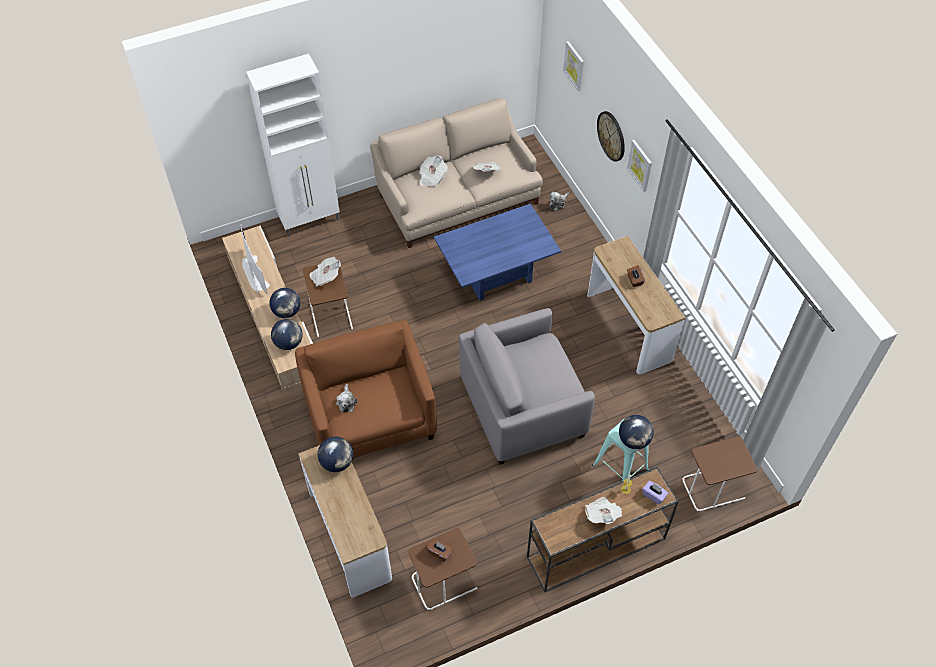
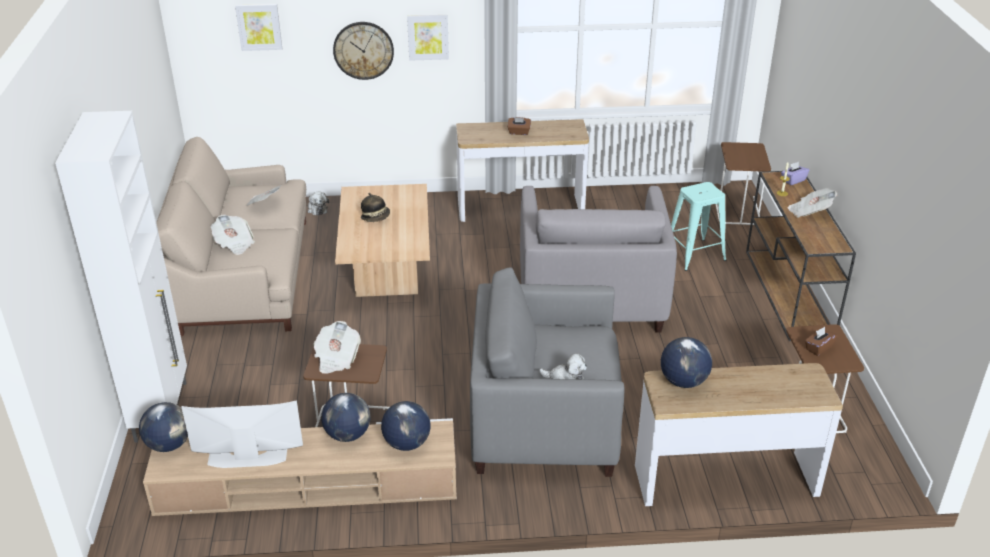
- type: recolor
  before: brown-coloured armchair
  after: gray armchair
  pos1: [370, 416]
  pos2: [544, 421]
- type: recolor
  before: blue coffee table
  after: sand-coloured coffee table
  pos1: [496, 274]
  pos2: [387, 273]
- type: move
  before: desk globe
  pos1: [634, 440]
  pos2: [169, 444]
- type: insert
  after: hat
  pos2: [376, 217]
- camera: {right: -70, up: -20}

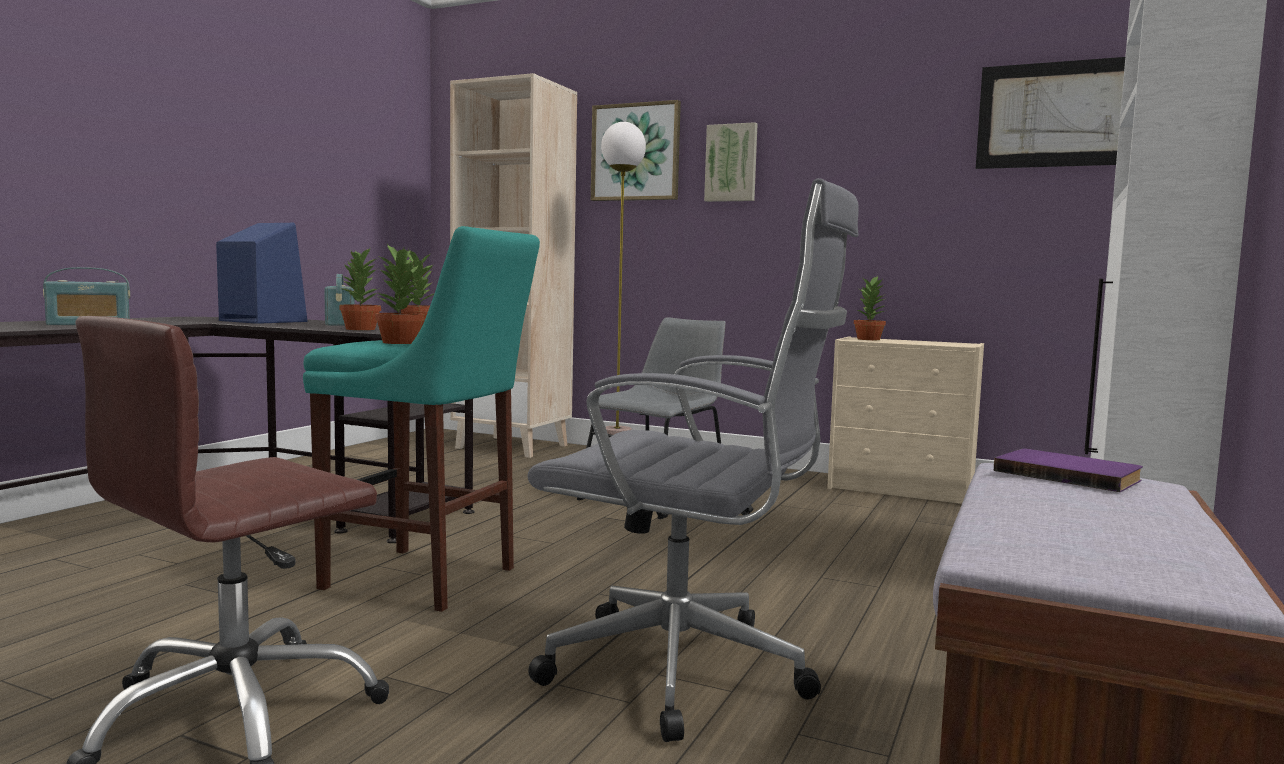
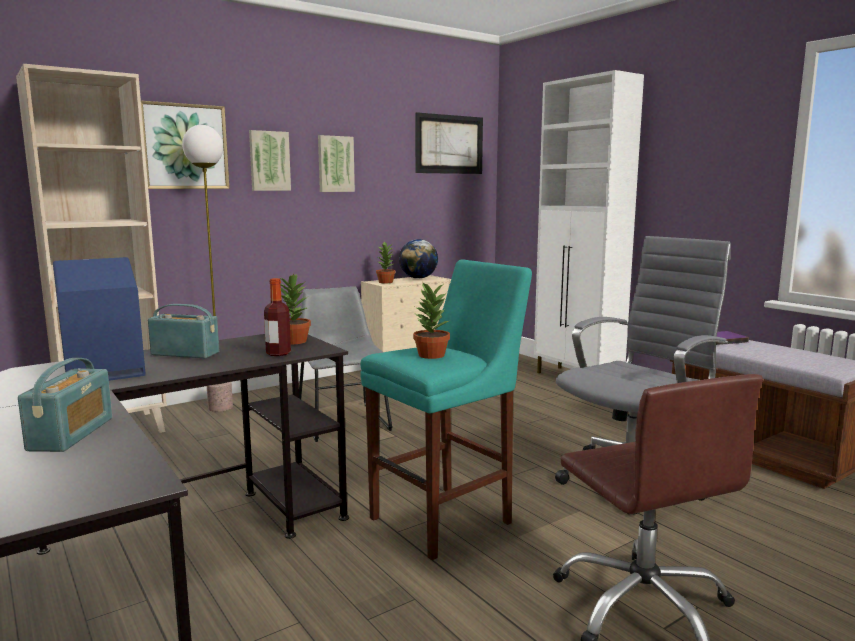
- type: replace
  before: plant in a pot
  after: bottle
  pos1: [360, 329]
  pos2: [278, 353]
- type: insert
  after: wall art
  pos2: [335, 164]
- type: insert
  after: desk globe
  pos2: [418, 278]
- camera: {right: -60, up: 5}

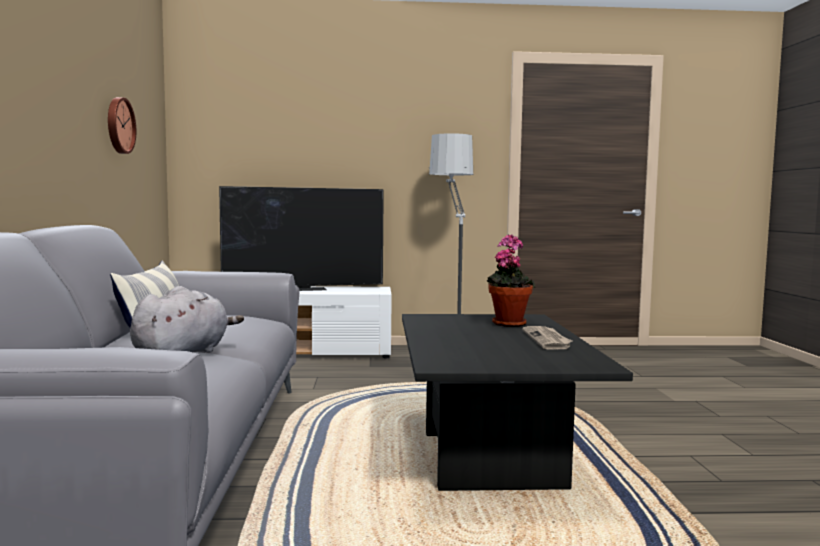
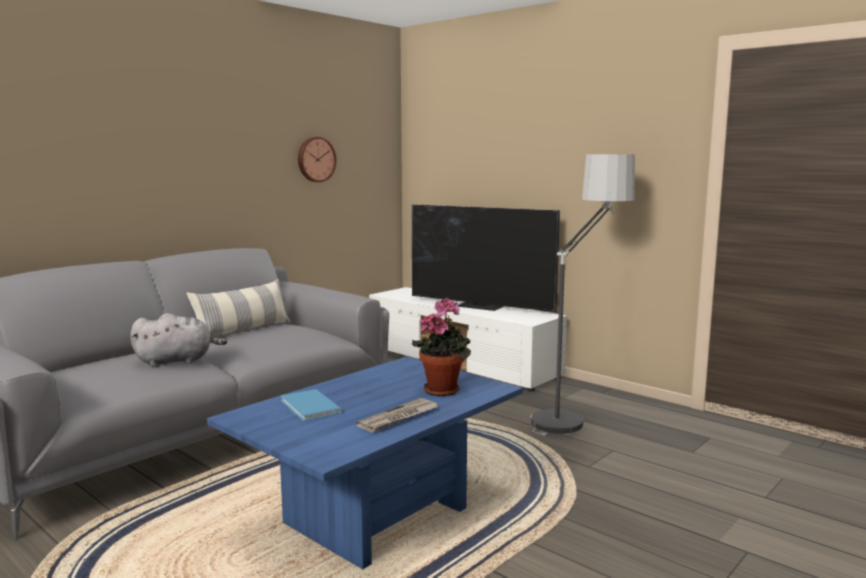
- type: recolor
  before: black-coloured coffee table
  after: blue coffee table
  pos1: [490, 459]
  pos2: [376, 516]
- type: insert
  after: blue bound book
  pos2: [309, 407]
- camera: {right: 45, up: 5}

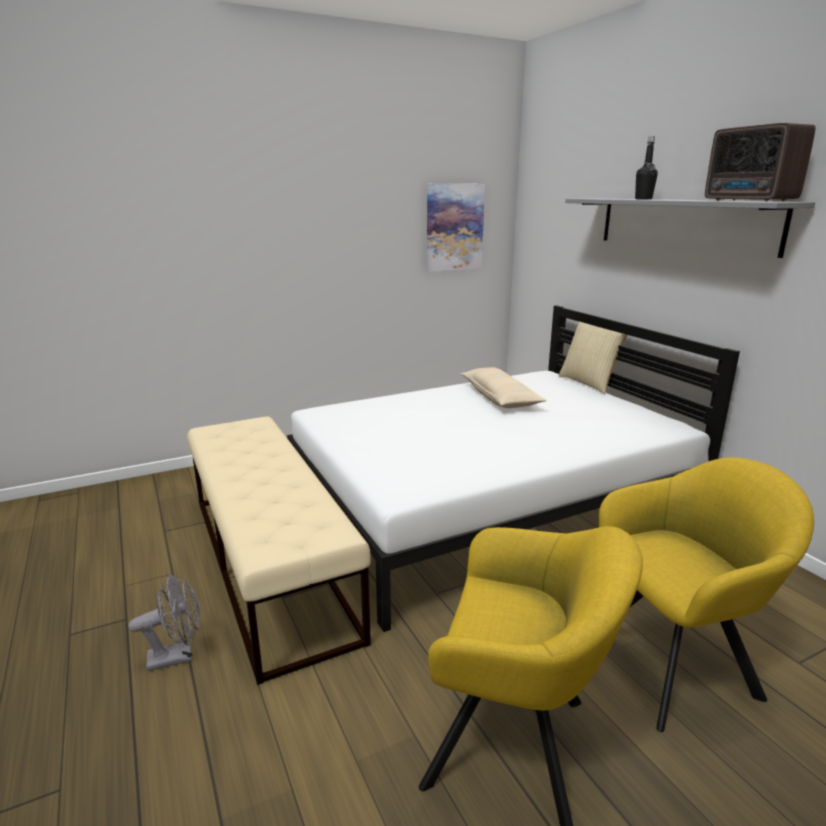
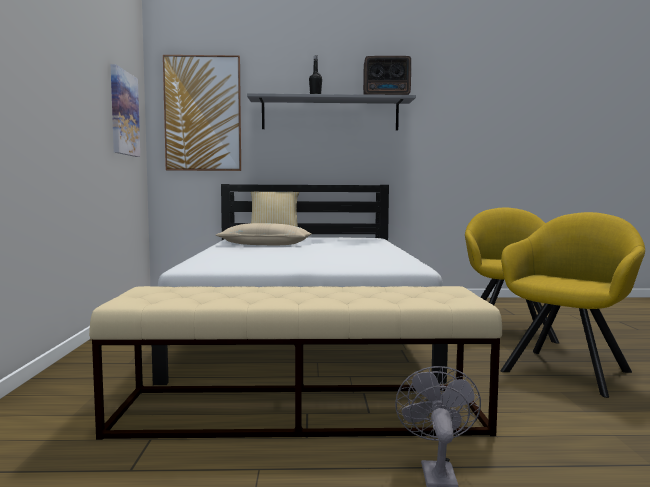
- type: insert
  after: wall art
  pos2: [203, 114]
- camera: {right: -65, up: -15}

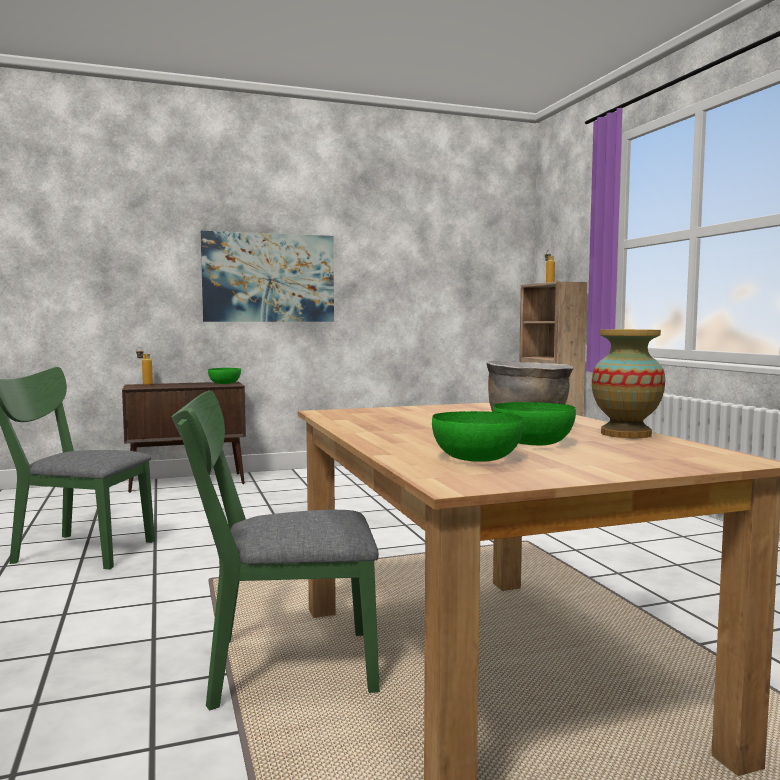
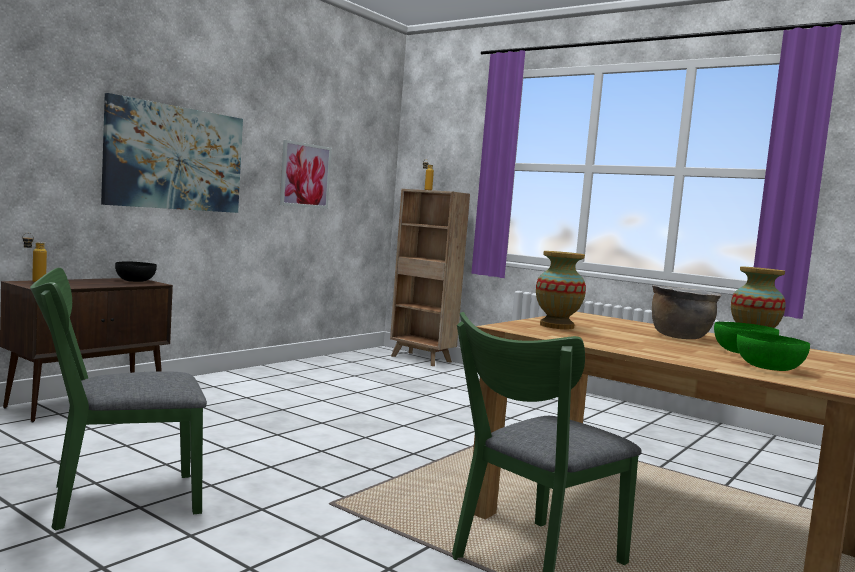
- type: recolor
  before: green bowl
  after: black-coloured bowl
  pos1: [225, 383]
  pos2: [135, 281]
- type: insert
  after: wall art
  pos2: [305, 175]
- type: insert
  after: vase
  pos2: [556, 326]
- camera: {right: -35, up: 0}

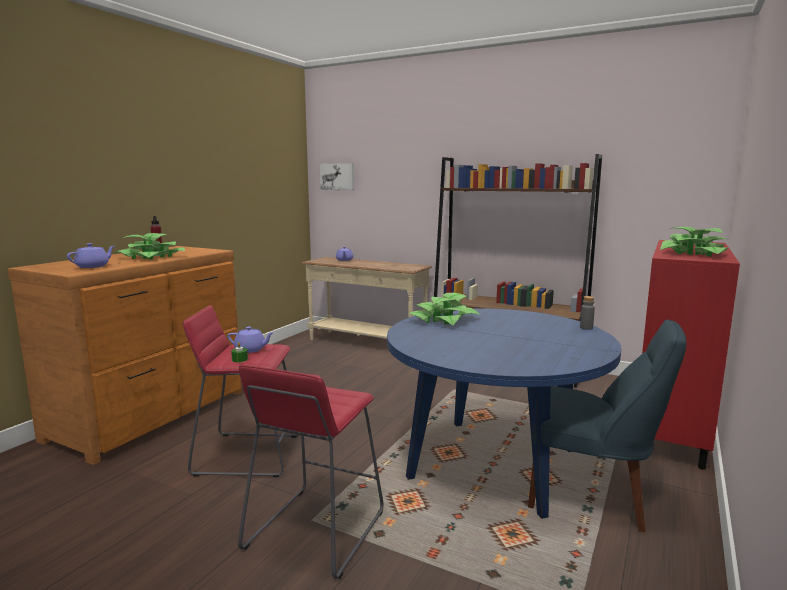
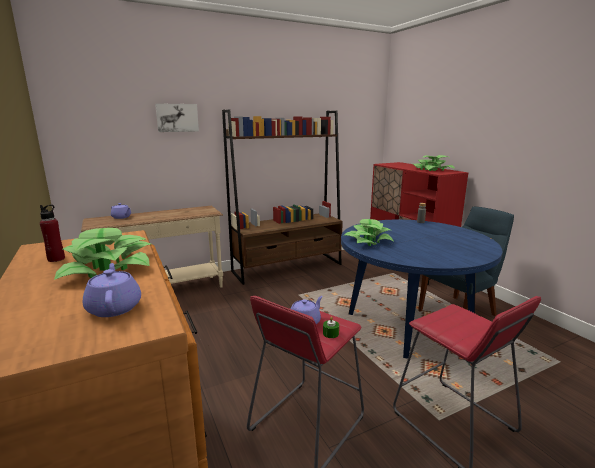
- type: move
  before: wall art
  pos1: [337, 176]
  pos2: [177, 117]
- camera: {right: -55, up: 5}

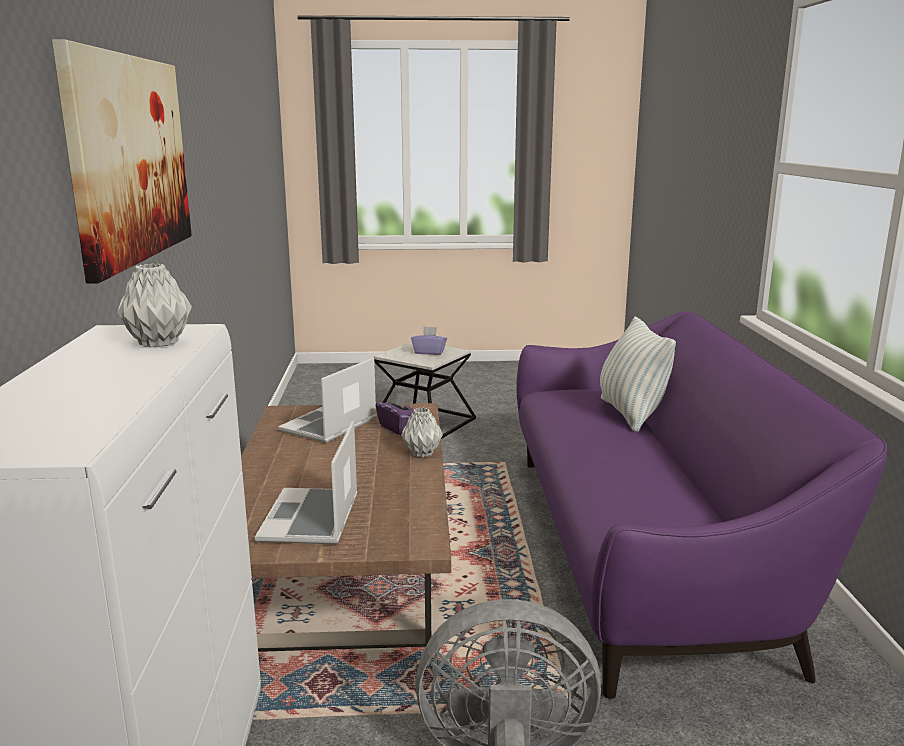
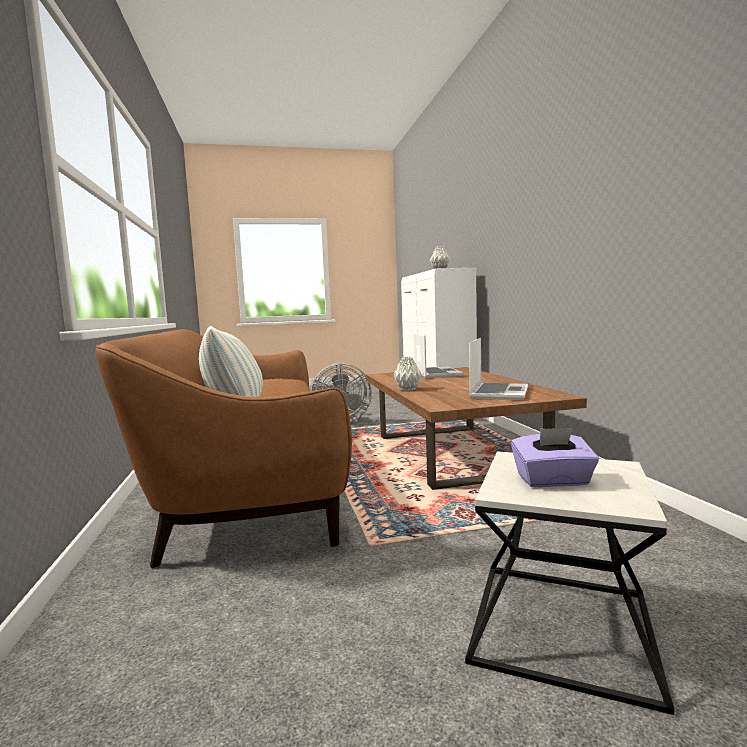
- type: delete
  before: wall art
  pos1: [130, 159]
- type: delete
  before: purple-coloured tissue box
  pos1: [399, 428]
- type: recolor
  before: purple-coloured couch
  after: brown-coloured couch
  pos1: [644, 550]
  pos2: [248, 480]
- camera: {right: 170, up: -10}

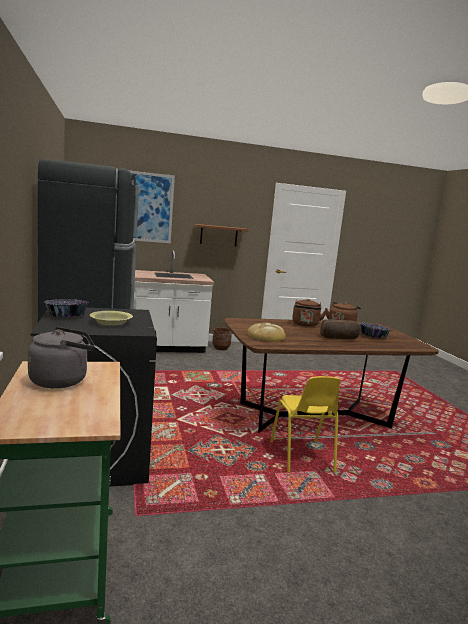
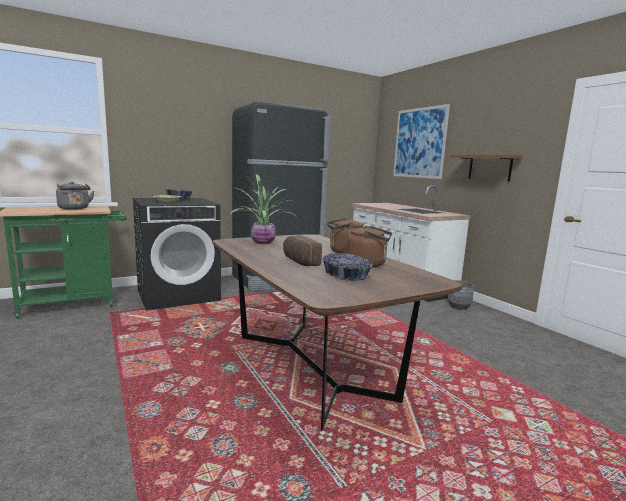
- type: recolor
  before: brown-coloured plant pot
  after: gray plant pot
  pos1: [221, 348]
  pos2: [458, 306]
- type: replace
  before: bread
  after: plant in a pot
  pos1: [266, 336]
  pos2: [262, 242]
- type: delete
  before: yellow upright chair
  pos1: [301, 457]
- camera: {right: 75, up: 0}

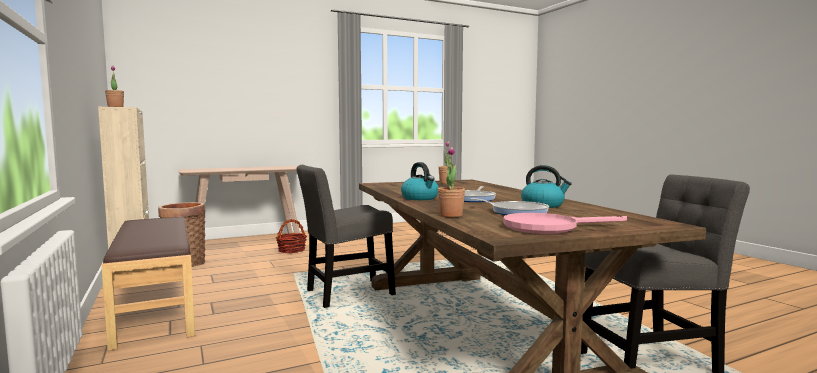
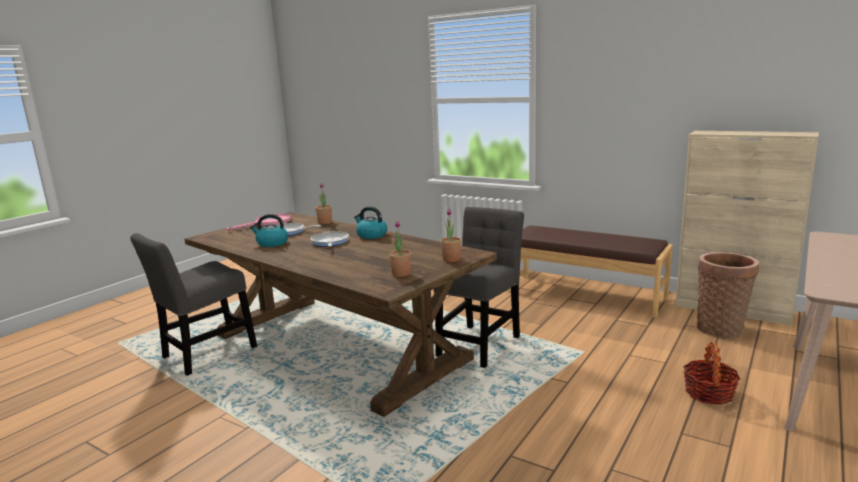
- type: move
  before: plant in a pot
  pos1: [115, 107]
  pos2: [451, 259]
- camera: {right: 150, up: 10}

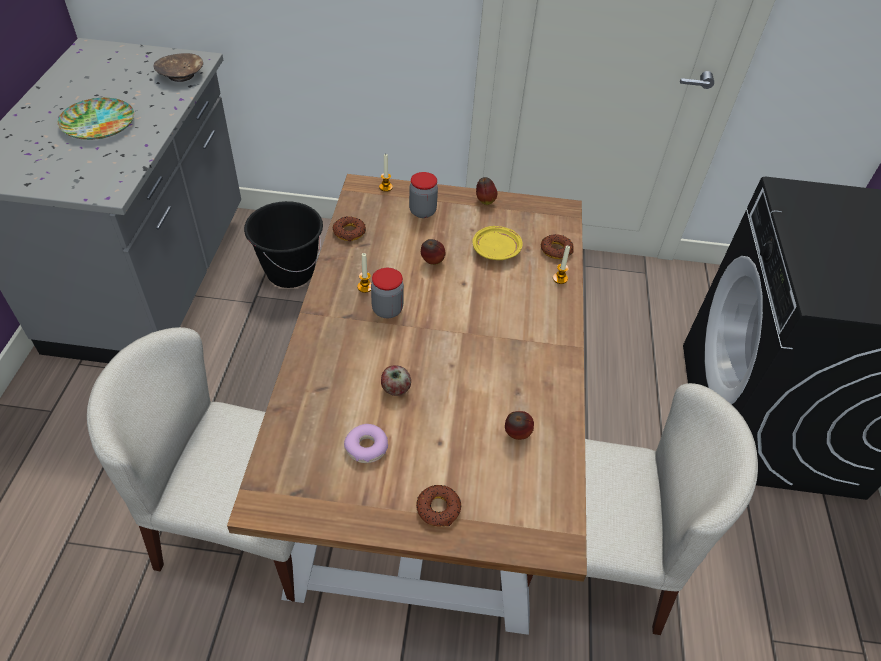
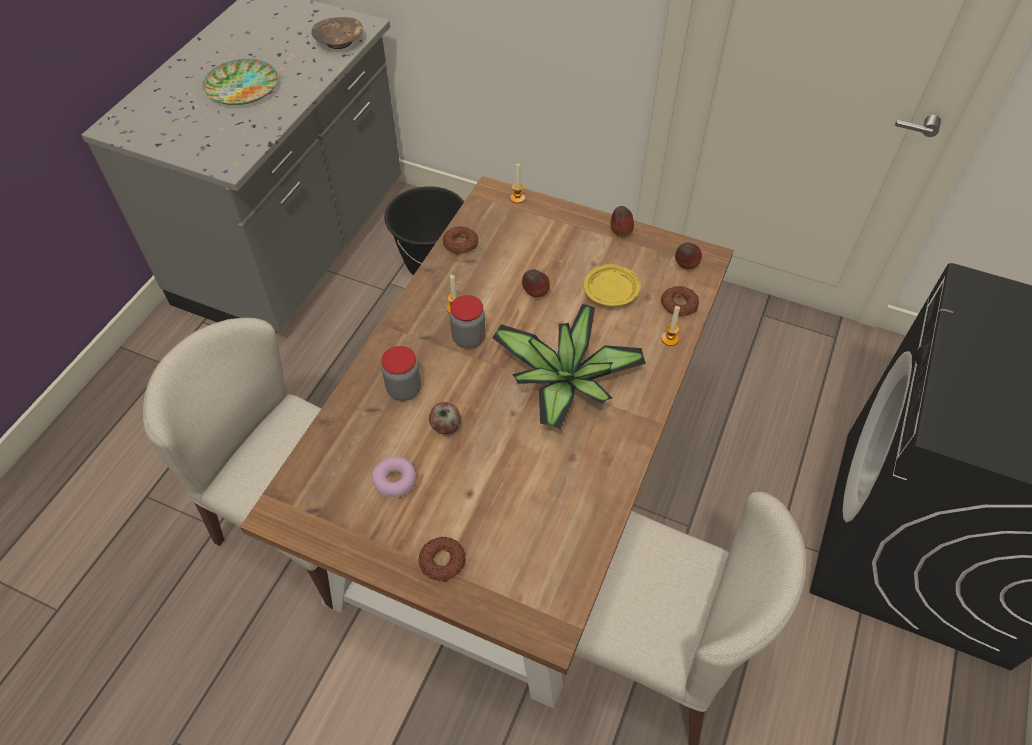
- type: move
  before: preserve jar
  pos1: [422, 211]
  pos2: [404, 389]
- type: move
  before: apple
  pos1: [516, 434]
  pos2: [685, 266]
- type: insert
  after: plant in a pot
  pos2: [565, 383]
- camera: {right: 20, up: 5}

